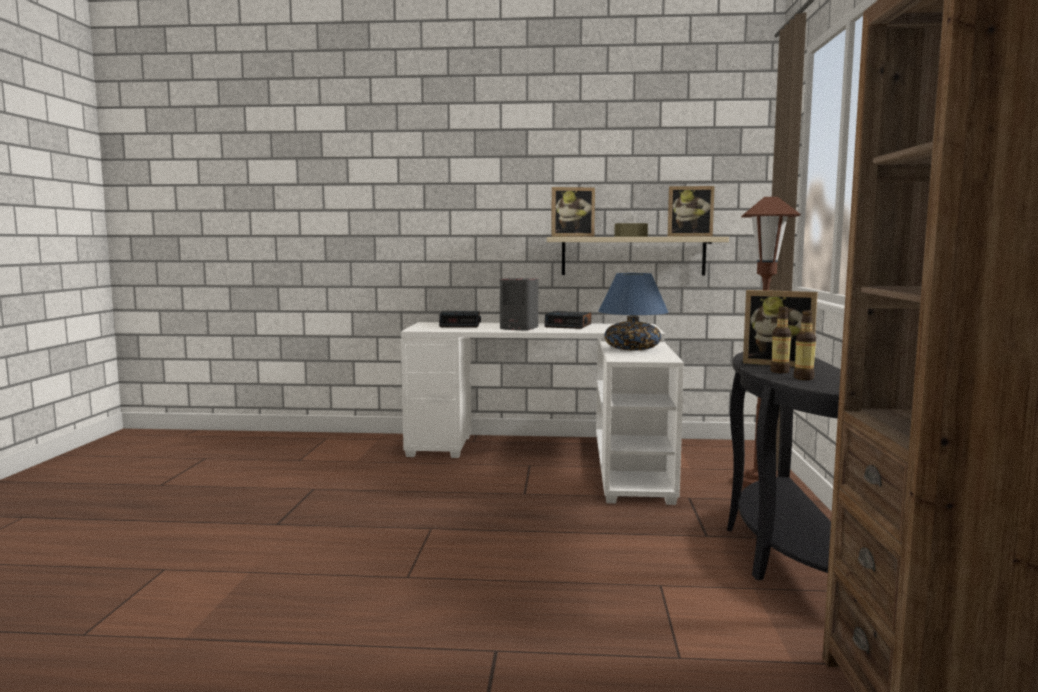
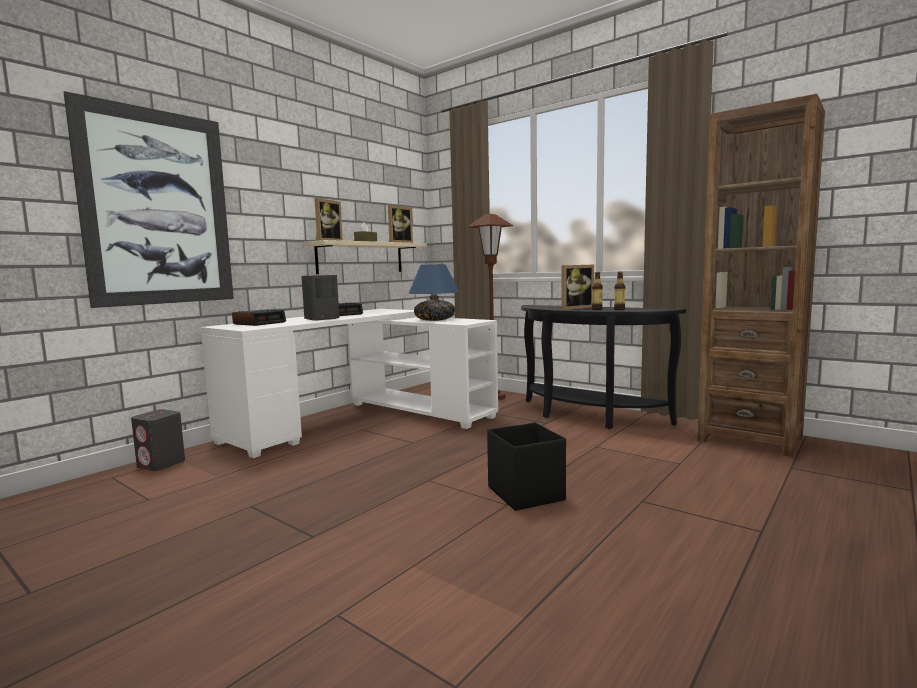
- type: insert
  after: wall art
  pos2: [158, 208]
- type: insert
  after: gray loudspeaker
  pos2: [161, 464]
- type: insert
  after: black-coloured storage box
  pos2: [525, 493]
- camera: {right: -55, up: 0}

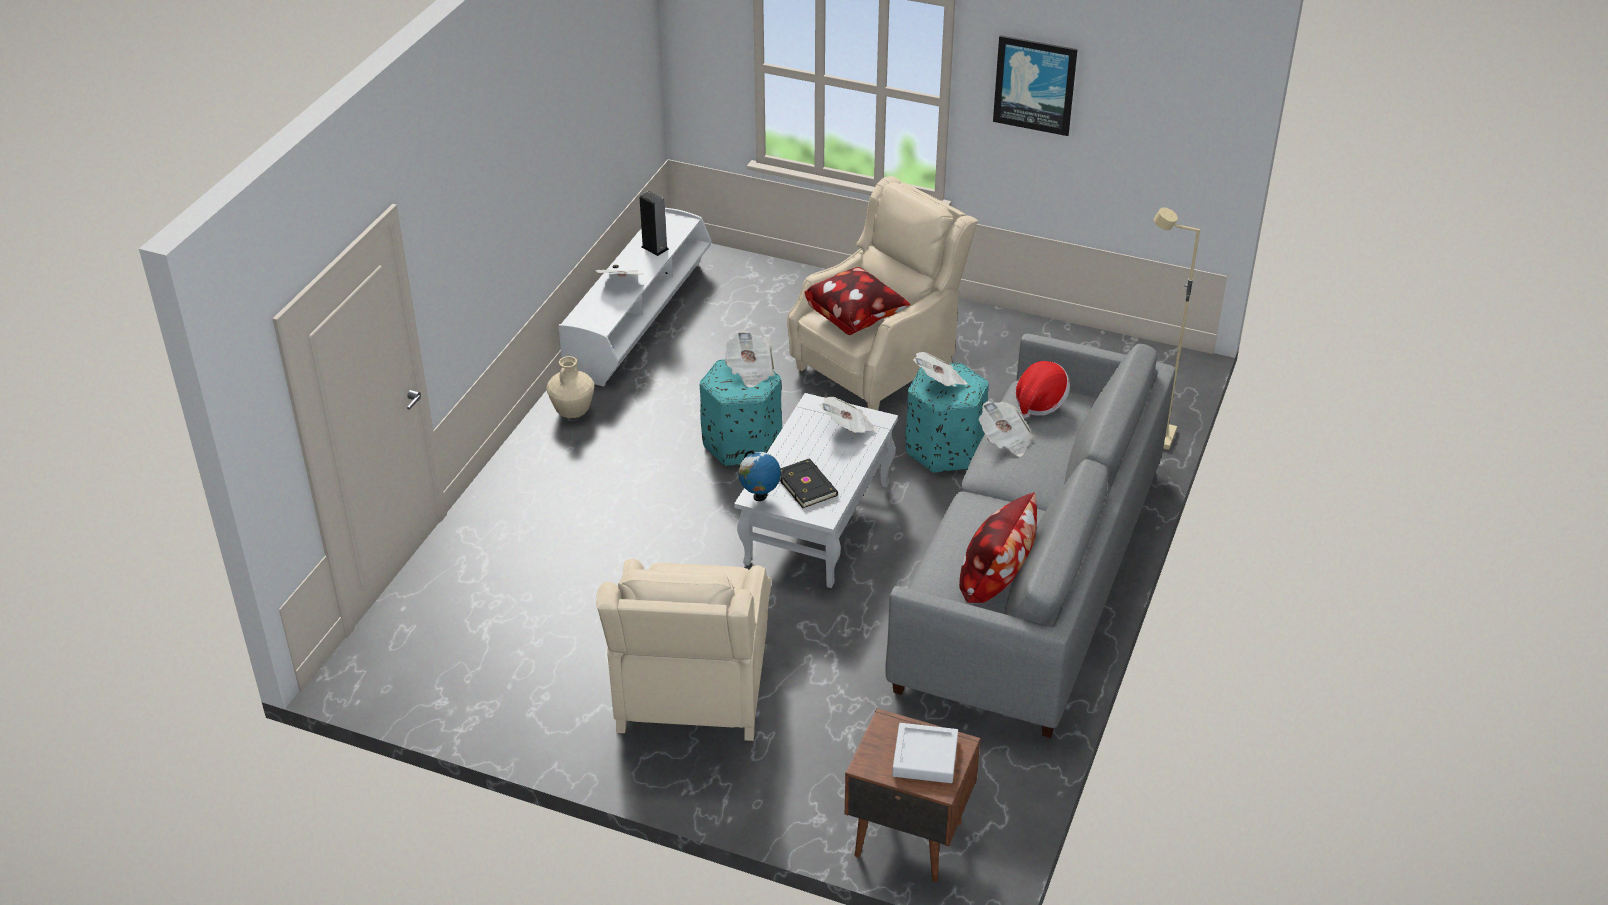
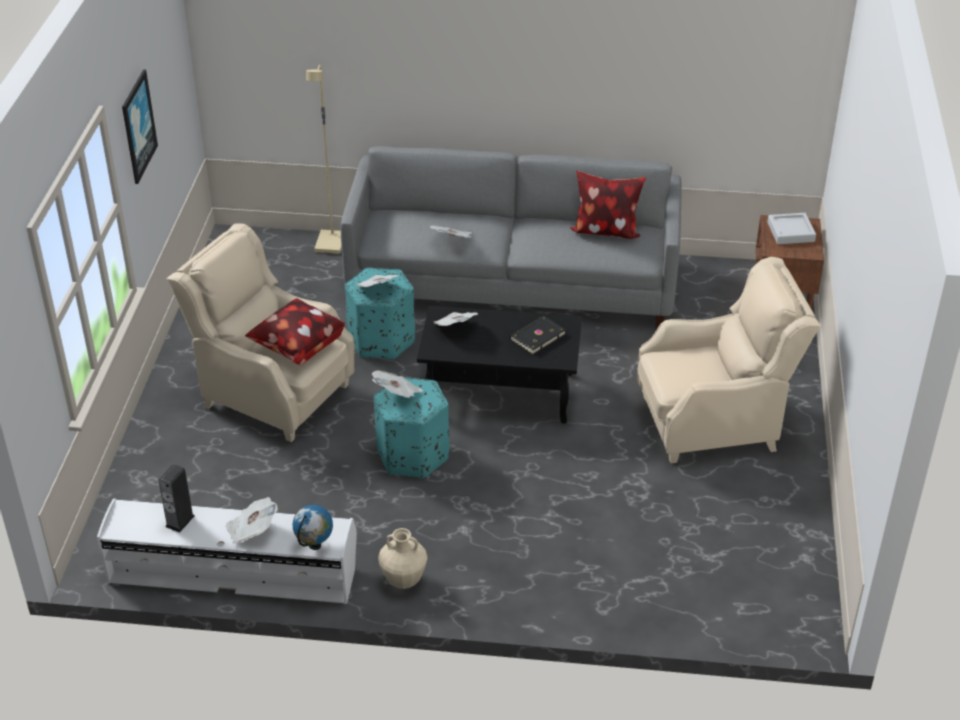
- type: recolor
  before: white-coloured coffee table
  after: black-coloured coffee table
  pos1: [817, 524]
  pos2: [501, 392]
- type: move
  before: desk globe
  pos1: [759, 497]
  pos2: [315, 545]
- type: delete
  before: hat
  pos1: [1039, 402]
- camera: {right: -105, up: 0}

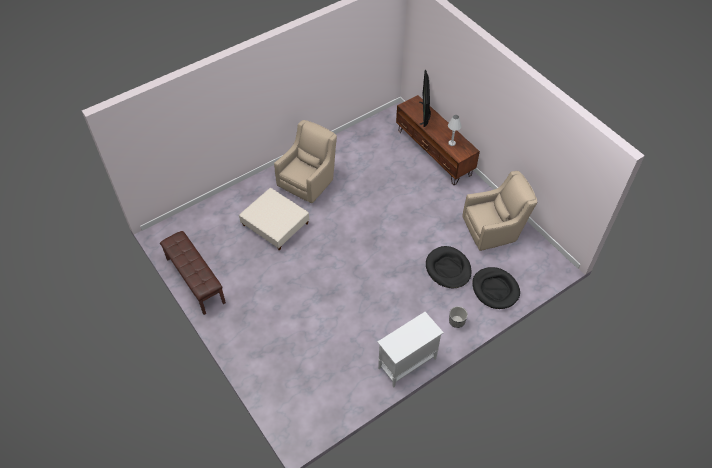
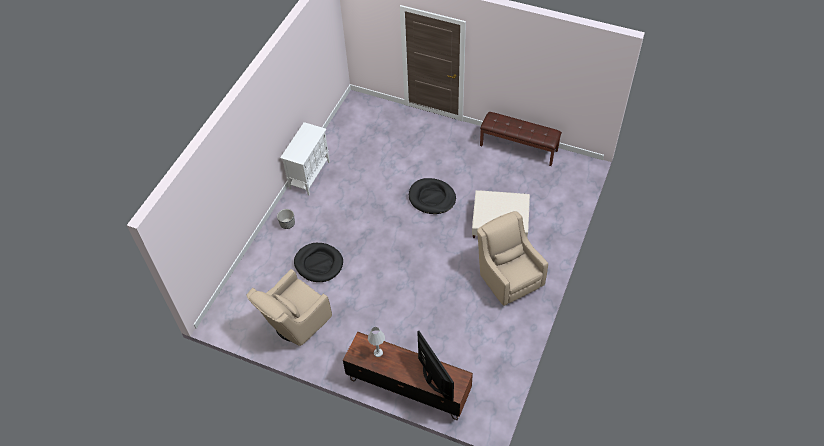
- type: rotate
  before: sand-coloured armchair
  pos1: [309, 182]
  pos2: [508, 278]
  turn: 150
- type: move
  before: black-coloured pet bed
  pos1: [495, 289]
  pos2: [432, 198]
- camera: {right: 150, up: 0}

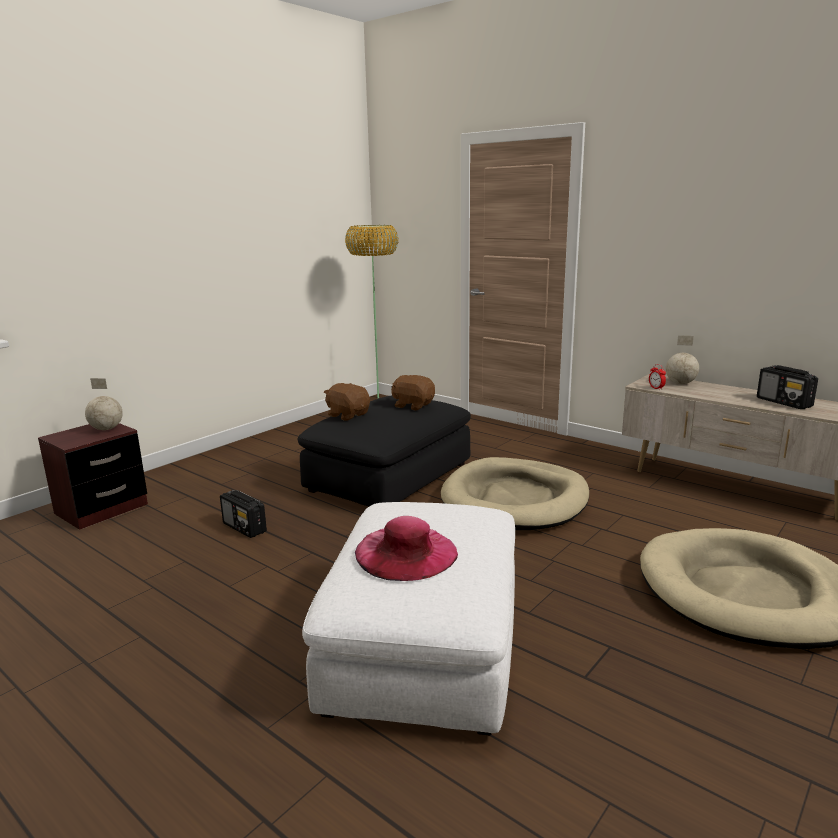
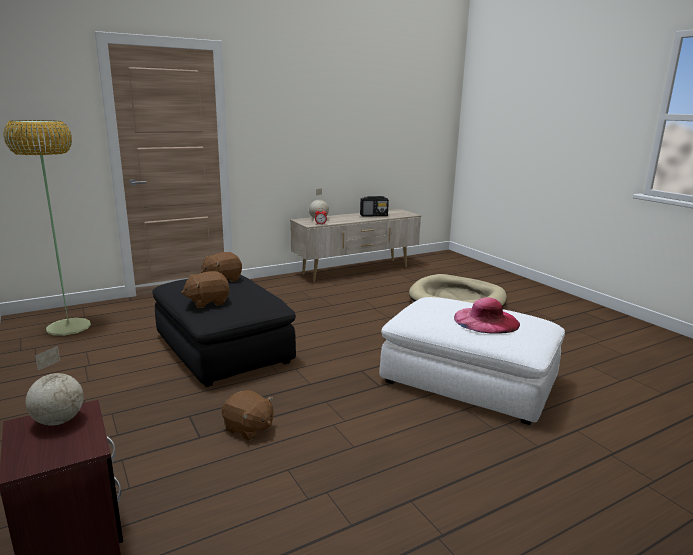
- type: replace
  before: radio
  after: brown-coloured cuddly toy
  pos1: [244, 528]
  pos2: [248, 429]
- type: delete
  before: sand-coloured pet bed
  pos1: [515, 500]
- camera: {right: -70, up: 0}

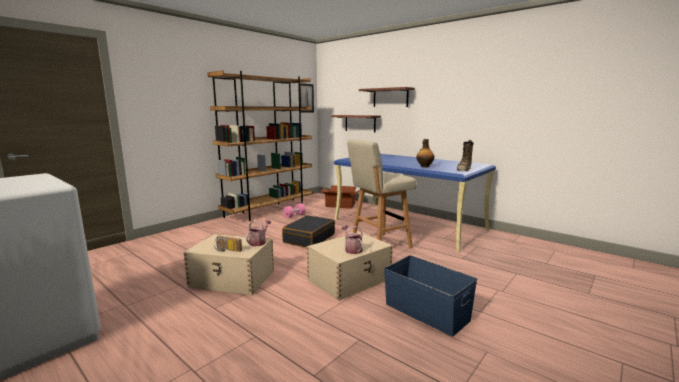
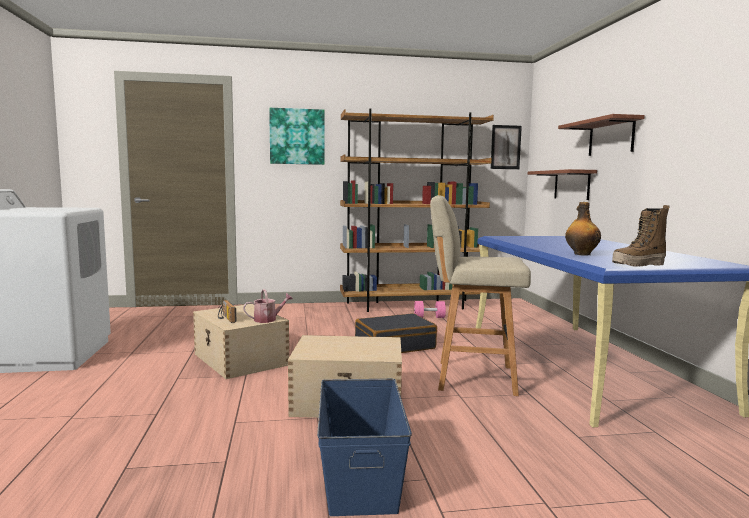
- type: delete
  before: packing box
  pos1: [340, 205]
- type: delete
  before: watering pot
  pos1: [352, 249]
- type: insert
  after: wall art
  pos2: [297, 136]
- camera: {right: 40, up: -5}

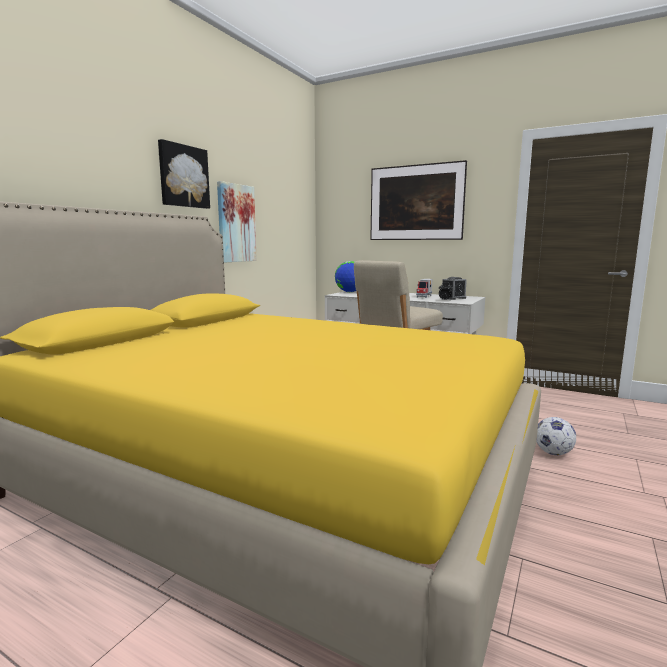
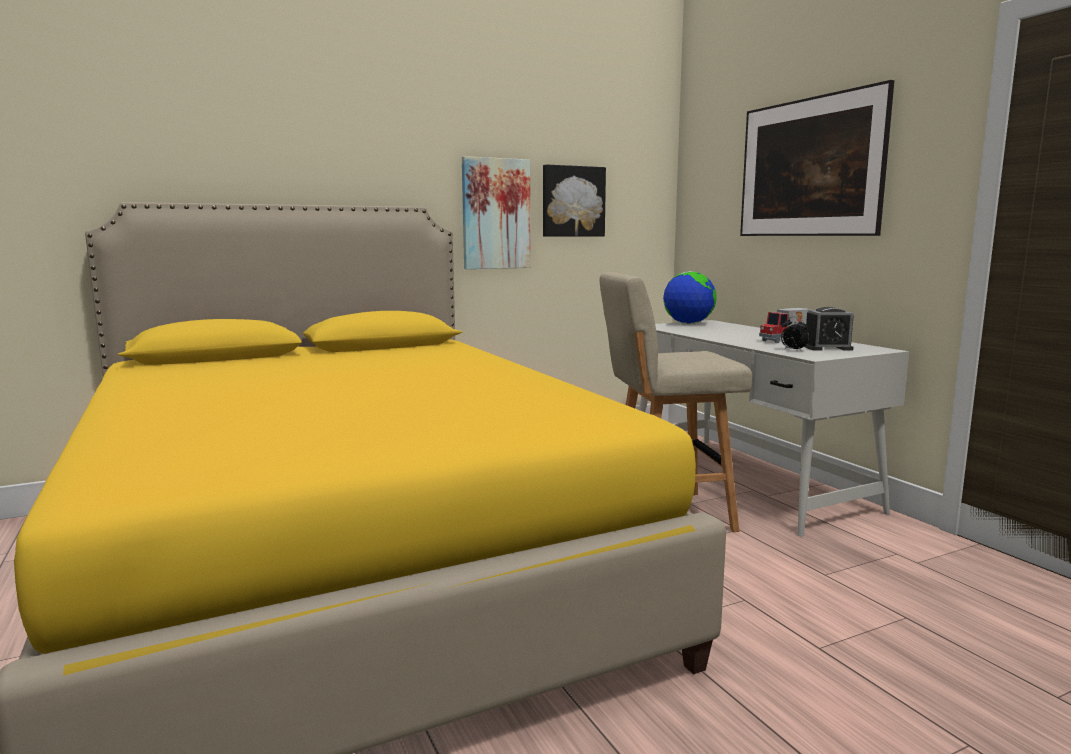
- type: move
  before: wall art
  pos1: [183, 176]
  pos2: [572, 201]
- type: delete
  before: football ball
  pos1: [553, 453]
- camera: {right: 35, up: 0}

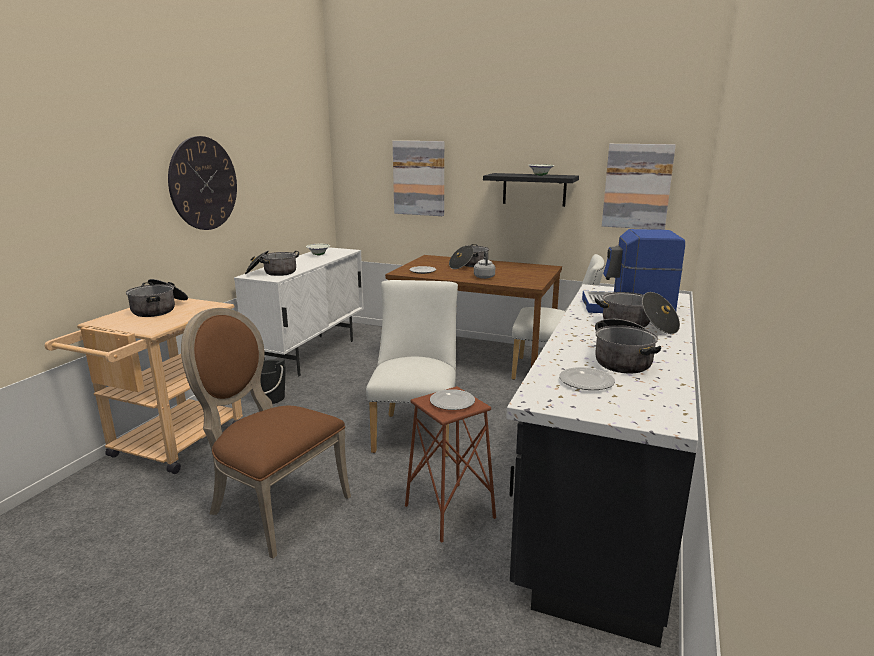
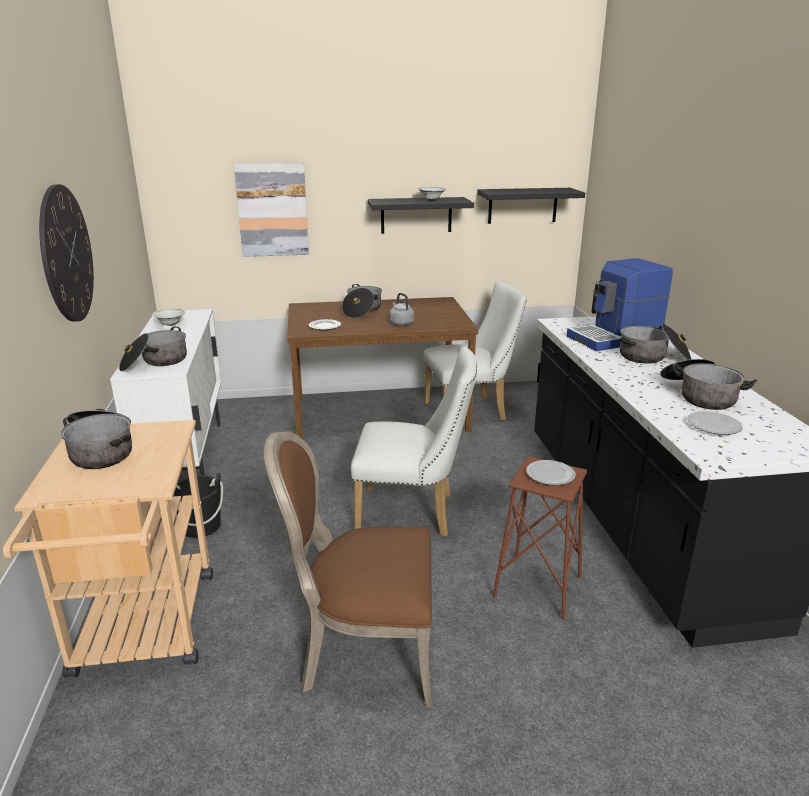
- type: rotate
  before: white-coloured upright chair
  pos1: [416, 431]
  pos2: [413, 514]
  turn: 120
- type: replace
  before: wall art
  after: black-coloured wall shelf
  pos1: [637, 186]
  pos2: [522, 205]
- camera: {right: -30, up: 5}

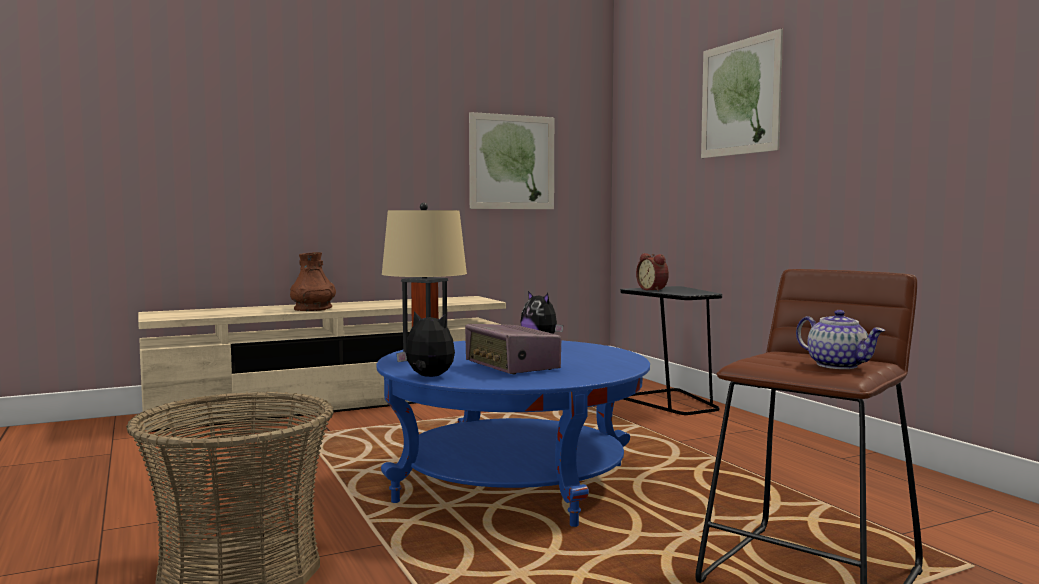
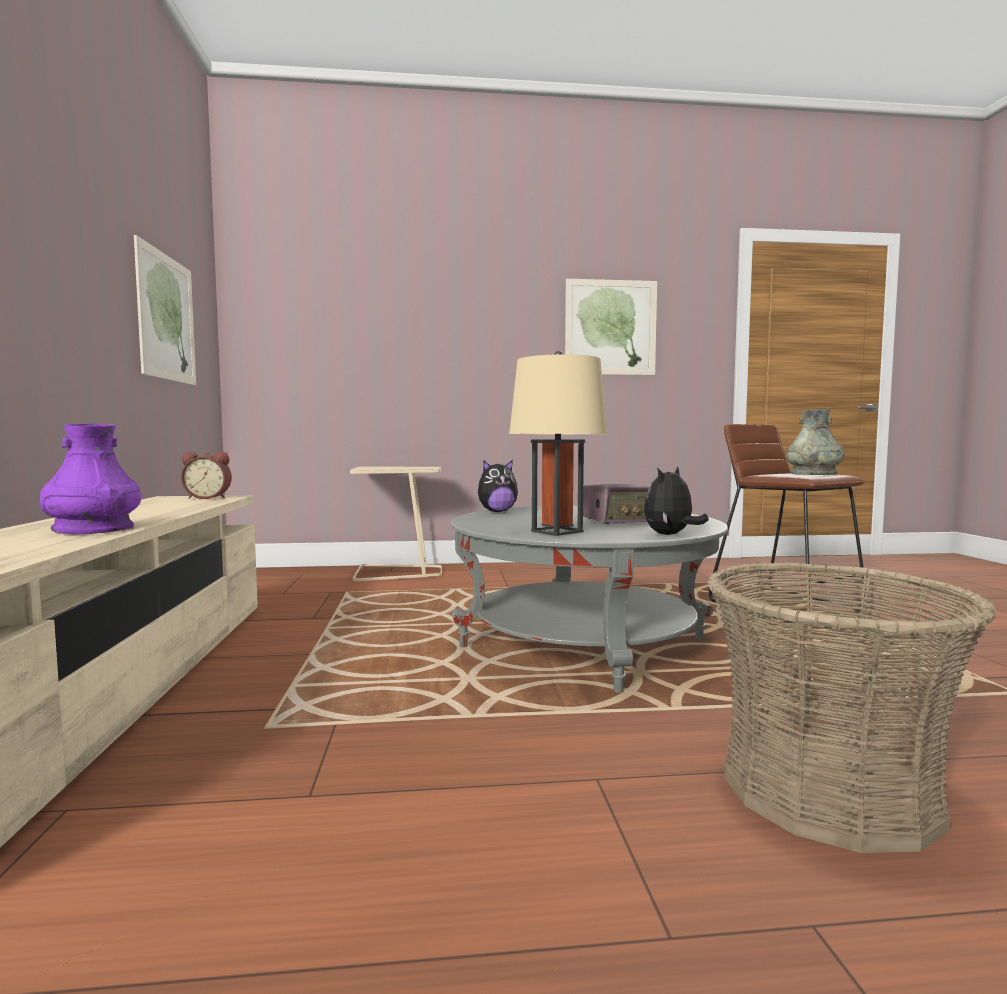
- type: recolor
  before: brown-coloured vase
  after: purple-coloured vase
  pos1: [313, 309]
  pos2: [93, 529]
- type: recolor
  before: blue coffee table
  after: gray coffee table
  pos1: [513, 484]
  pos2: [584, 643]
- type: recolor
  before: black-coloured accent table
  after: sand-coloured accent table
  pos1: [672, 402]
  pos2: [396, 572]
- type: move
  before: table clock
  pos1: [653, 290]
  pos2: [208, 498]
- type: move
  before: wall art
  pos1: [740, 98]
  pos2: [610, 327]
- type: replace
  before: teapot
  after: gray vase
  pos1: [838, 365]
  pos2: [813, 474]
- camera: {right: -70, up: 0}

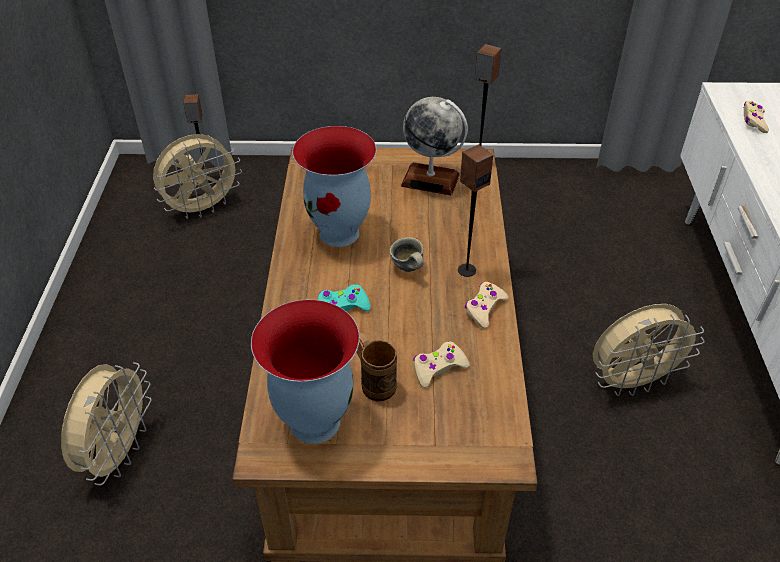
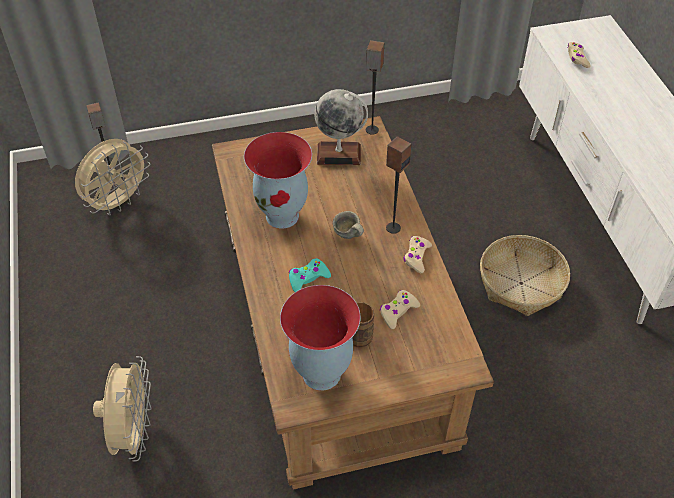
- type: replace
  before: sand-coloured electric fan
  after: storage basket
  pos1: [631, 381]
  pos2: [521, 283]
- camera: {right: -15, up: 5}

